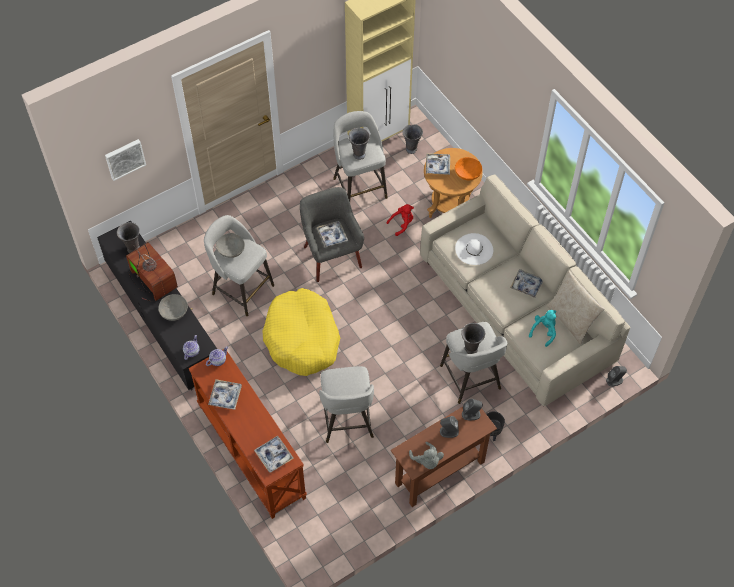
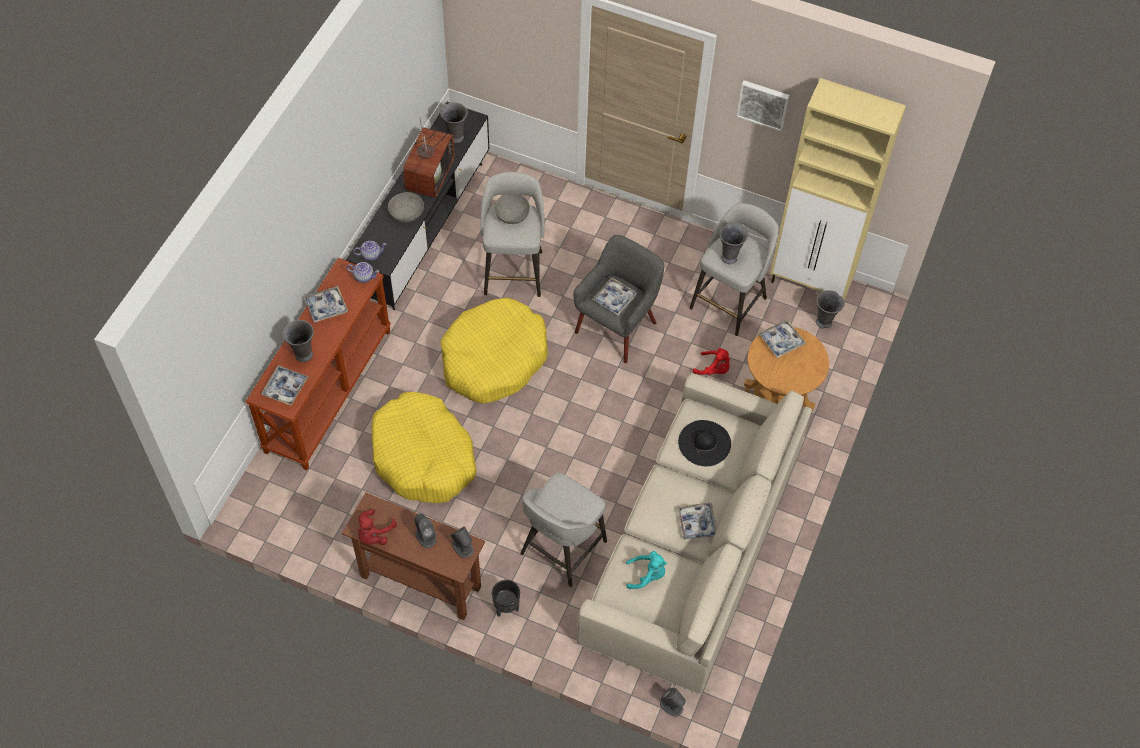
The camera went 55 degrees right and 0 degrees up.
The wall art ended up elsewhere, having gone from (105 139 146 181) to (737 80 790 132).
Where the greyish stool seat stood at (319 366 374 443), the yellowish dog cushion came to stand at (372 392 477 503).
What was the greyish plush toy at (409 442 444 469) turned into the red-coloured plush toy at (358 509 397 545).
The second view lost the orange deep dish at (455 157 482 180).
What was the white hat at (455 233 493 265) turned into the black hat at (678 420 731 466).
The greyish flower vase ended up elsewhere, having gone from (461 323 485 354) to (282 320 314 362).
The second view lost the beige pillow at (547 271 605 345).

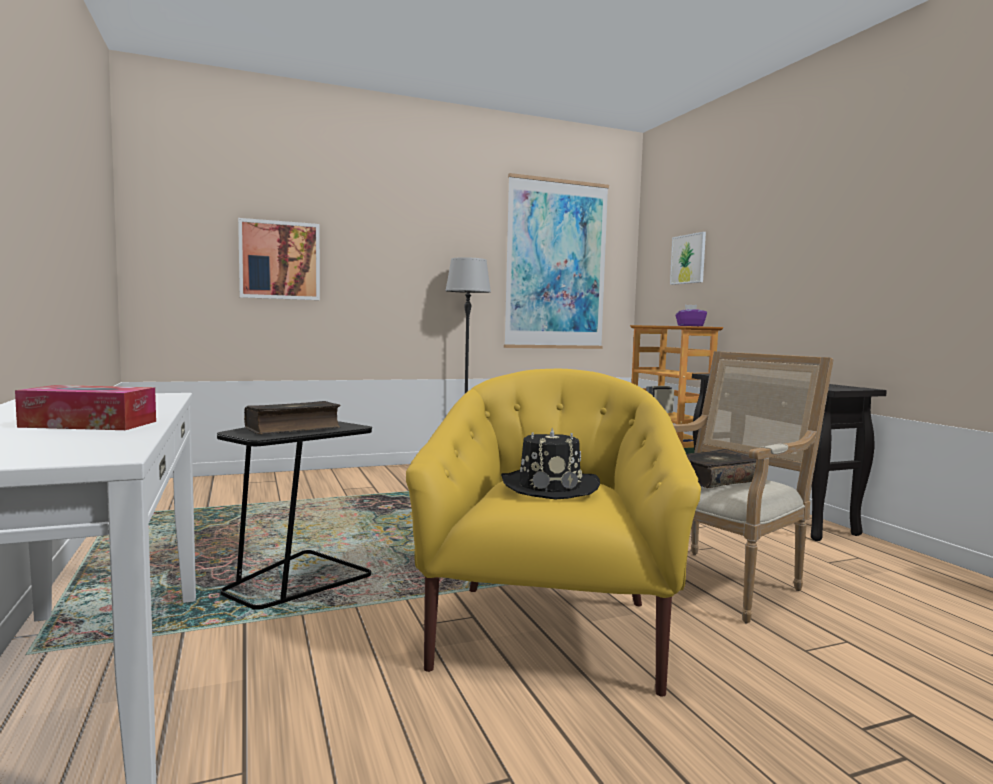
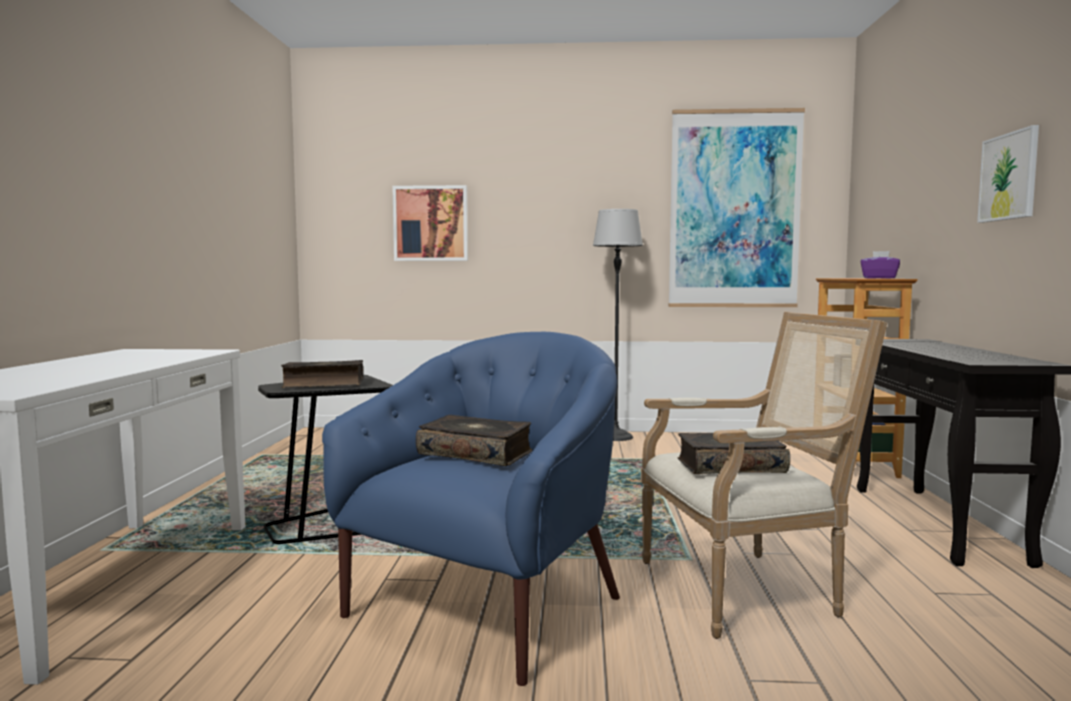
The camera went 25 degrees right and 0 degrees up.
The second view lost the box of tissues at (15 385 156 430).
What was the yellowish lounge chair at (406 369 701 696) turned into the bluish lounge chair at (322 332 620 686).
Where the black hat stood at (501 428 600 500), the volume came to stand at (416 415 532 466).
The wall art ended up elsewhere, having gone from (670 232 706 285) to (977 125 1039 223).

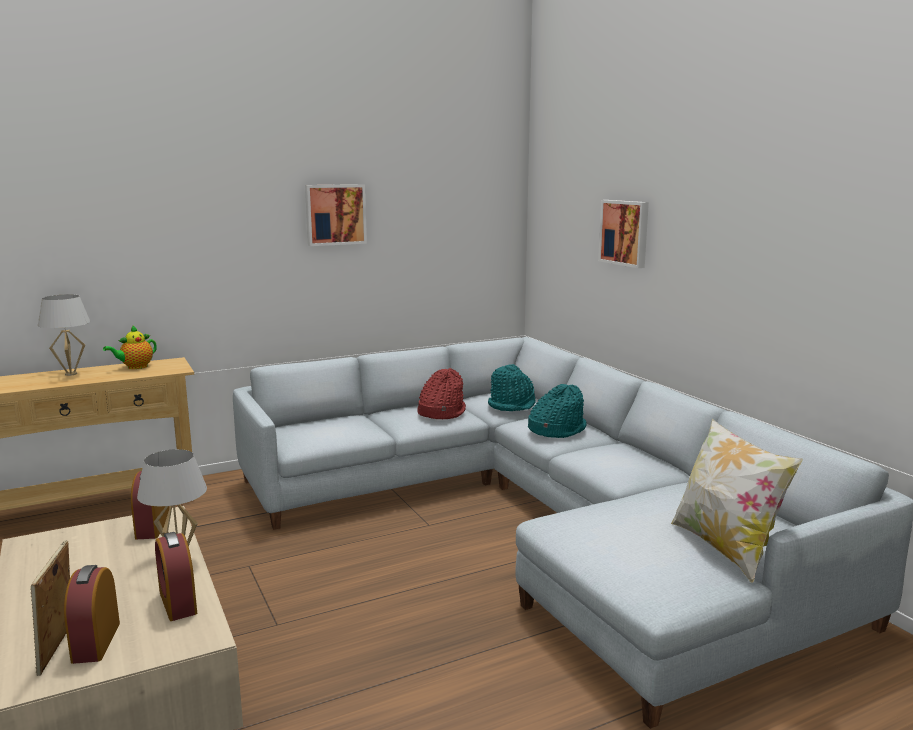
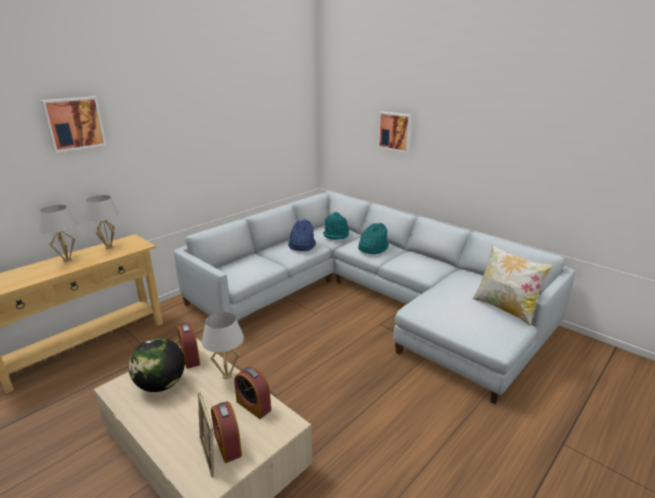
The camera went 20 degrees left and 10 degrees up.
Where the teapot stood at (103 325 157 369), the white tabletop lamp came to stand at (85 195 119 249).
The wall art ended up elsewhere, having gone from (305 184 367 246) to (40 96 107 153).
What was the red-coloured hat at (417 368 466 419) turned into the bluish hat at (288 219 316 251).
The second view gained the desk globe at (129 338 185 392).

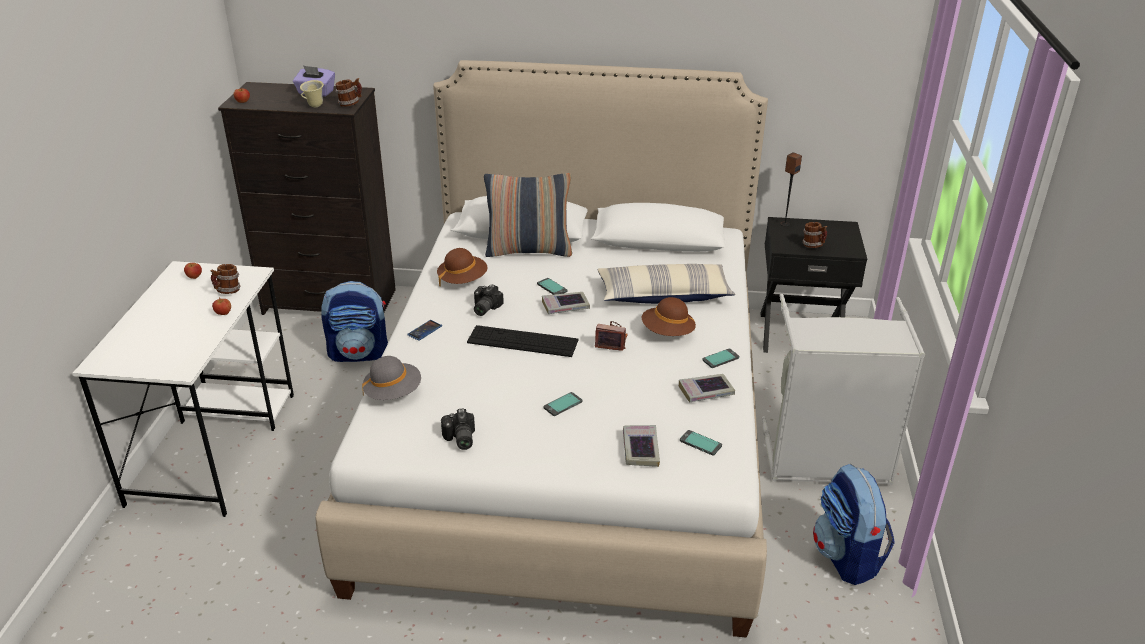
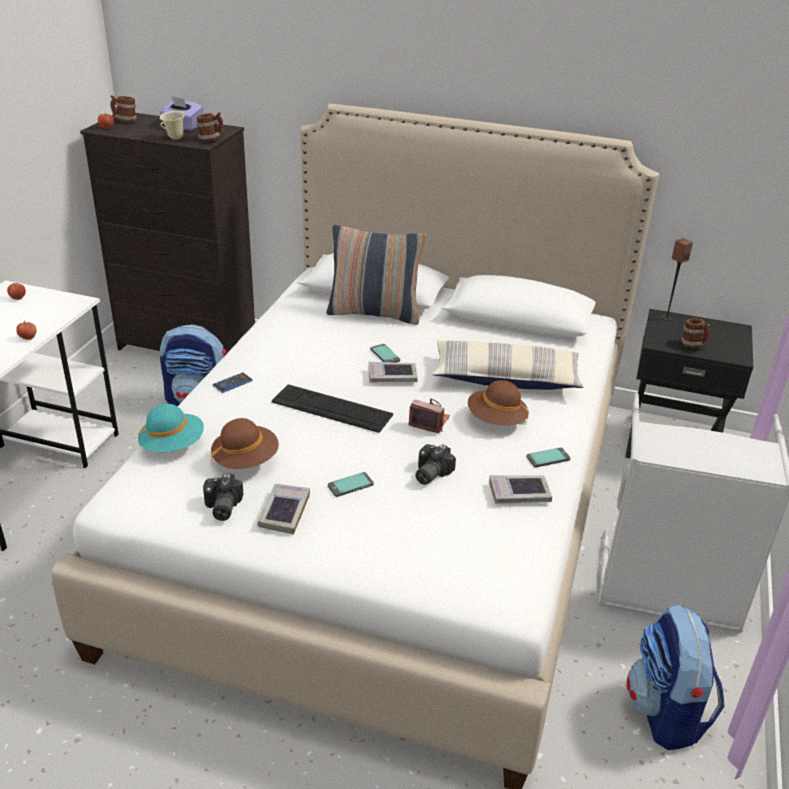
The camera went 10 degrees right and 0 degrees up.
The coffee mug ended up elsewhere, having gone from (210 264 241 294) to (110 95 137 122).
What was the greyish hat at (362 356 421 400) turned into the blue-green hat at (138 404 204 452).
The brown hat ended up elsewhere, having gone from (437 248 488 286) to (211 418 279 469).
The photo camera ended up elsewhere, having gone from (474 284 504 316) to (416 444 456 485).
The volume ended up elsewhere, having gone from (623 425 660 467) to (257 484 310 535).
The second view lost the phone at (680 430 722 456).

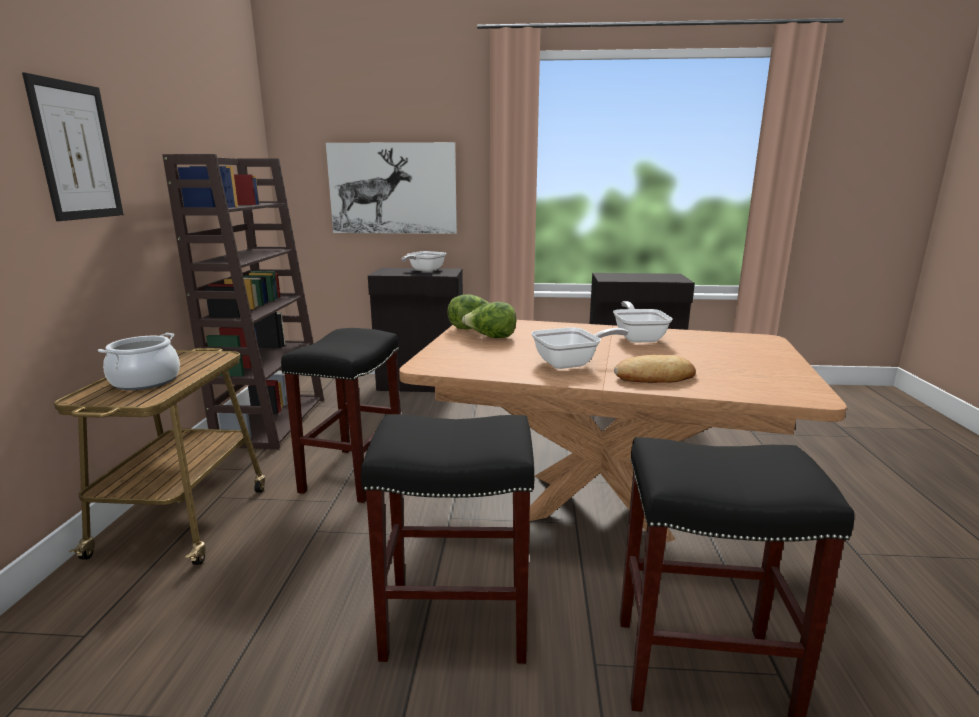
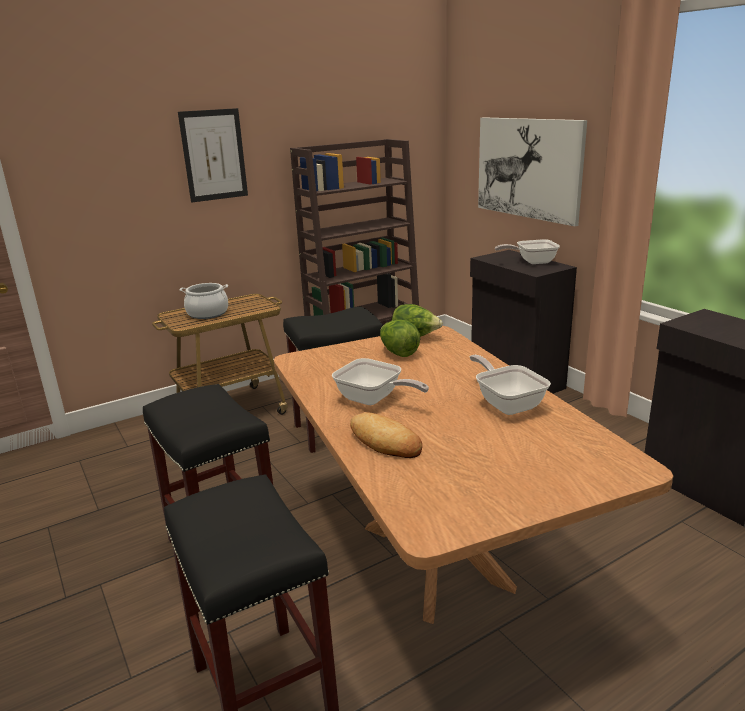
The camera went 55 degrees right and 5 degrees up.
The frying pan at (613 301 673 343) ended up facing another way, 75 degrees counterclockwise from before.

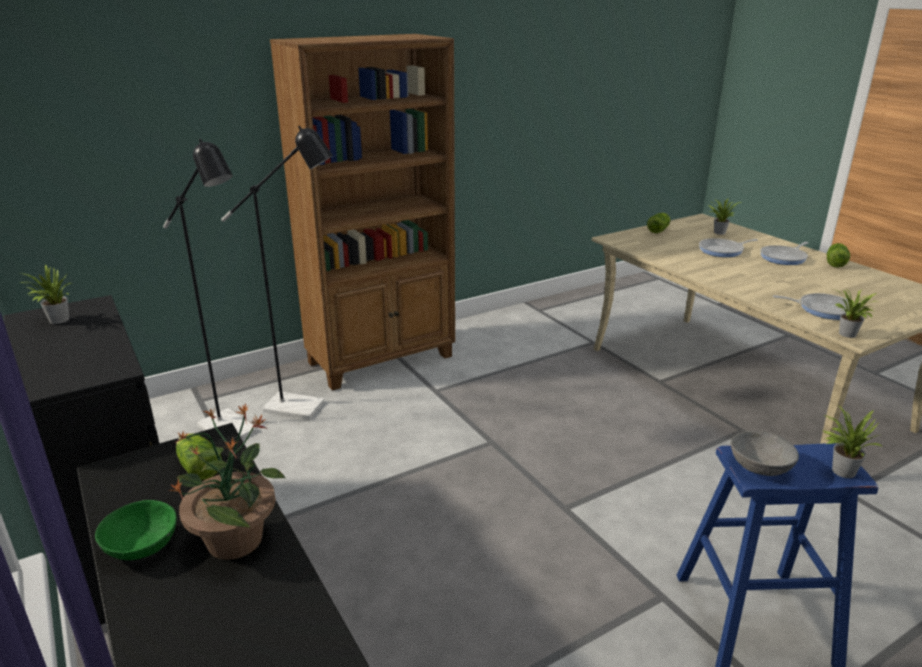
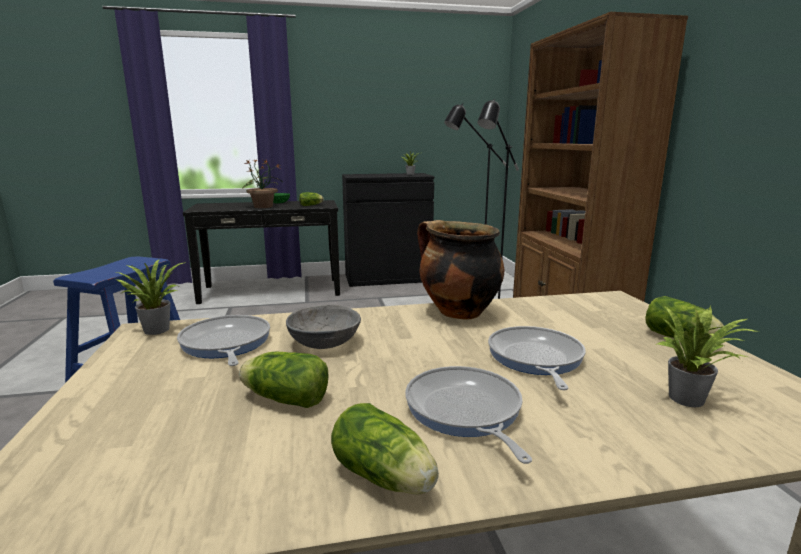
The camera went 110 degrees right and 10 degrees down.
The greyish deep dish ended up elsewhere, having gone from (730 431 799 476) to (286 305 361 349).
The frying pan at (773 293 849 320) ended up facing another way, 120 degrees clockwise from before.
The second view lost the houseplant at (821 405 881 478).
The second view gained the head of lettuce at (239 352 329 408).
The second view gained the stockpot at (417 220 504 320).

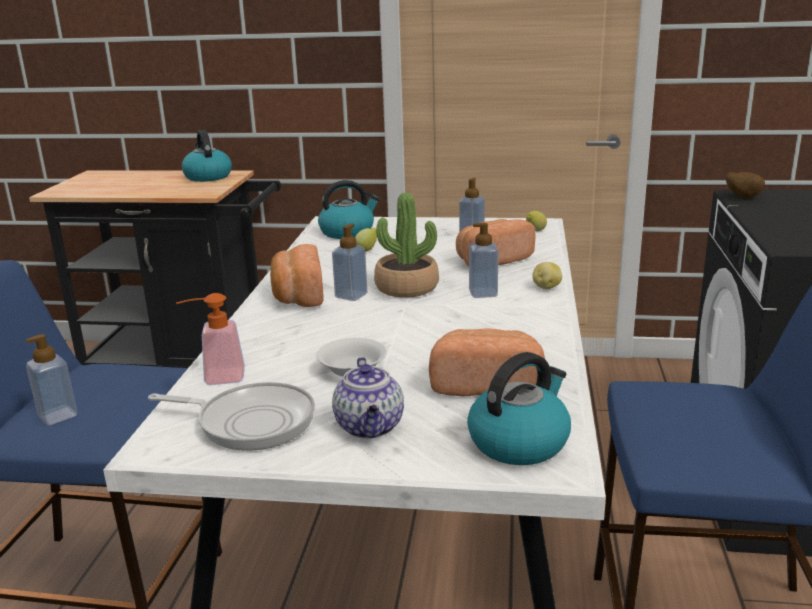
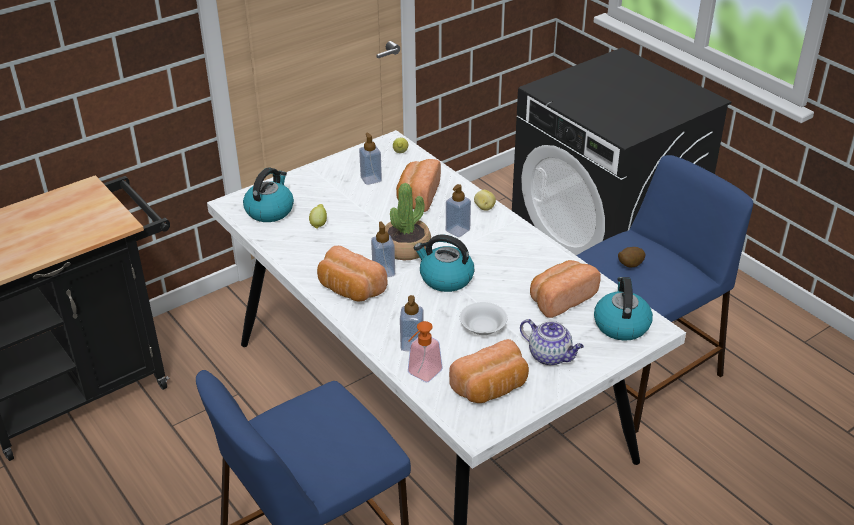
The camera went 45 degrees left and 15 degrees up.
The liquid soap bottle ended up elsewhere, having gone from (26 334 77 425) to (400 295 424 351).
Where the frying pan stood at (148 382 315 451), the bread came to stand at (449 339 529 403).
The kettle ended up elsewhere, having gone from (182 130 232 182) to (414 234 475 292).
The potato ended up elsewhere, having gone from (726 172 765 198) to (618 247 646 267).

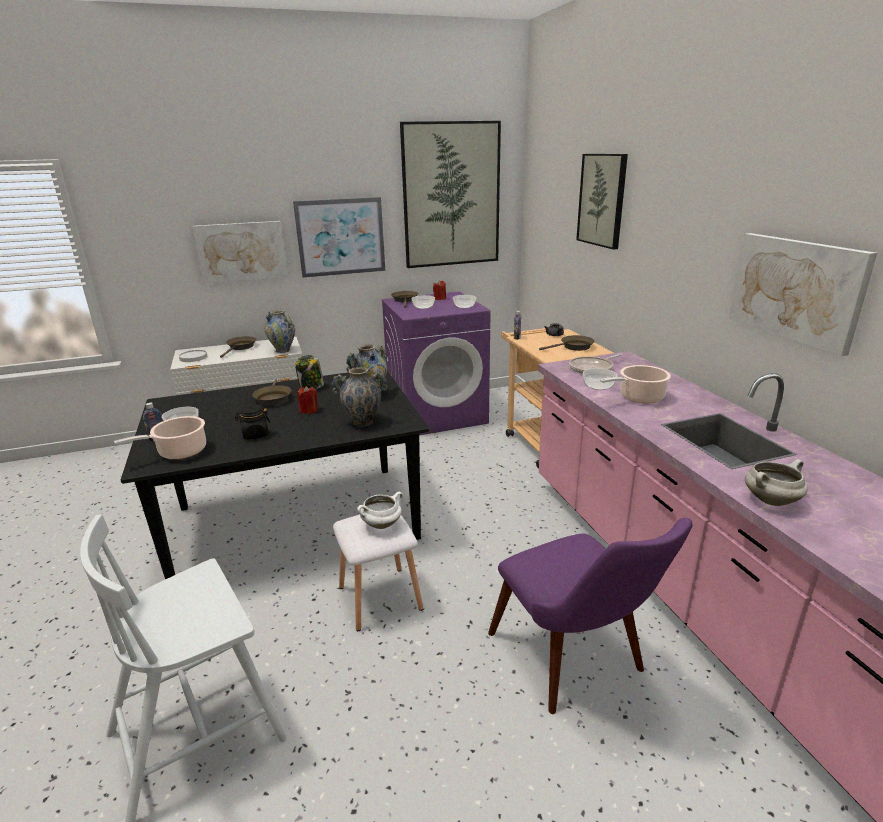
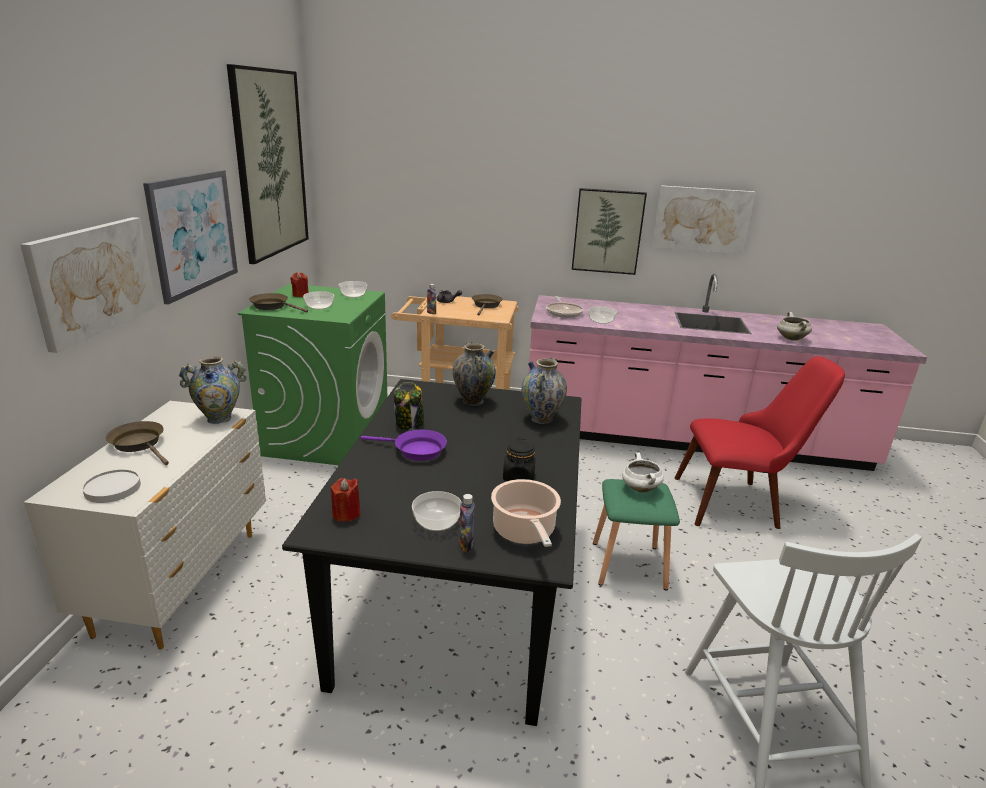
The camera went 65 degrees left and 0 degrees up.
What was the brown frying pan at (252 379 292 406) turned into the purplish frying pan at (361 430 447 461).
The red-coloured wax light ended up elsewhere, having gone from (297 386 318 414) to (331 478 361 522).
What was the white stool seat at (333 515 423 631) turned into the green-coloured stool seat at (593 479 680 591).
What was the purplish laundry machine at (381 291 491 435) turned into the green-coloured laundry machine at (238 284 387 465).
What was the purplish upright chair at (488 517 693 714) turned into the red-coloured upright chair at (675 356 845 529).
The wall art ended up elsewhere, having gone from (576 154 628 250) to (572 188 647 275).
The second view lost the stockpot at (600 365 671 403).

